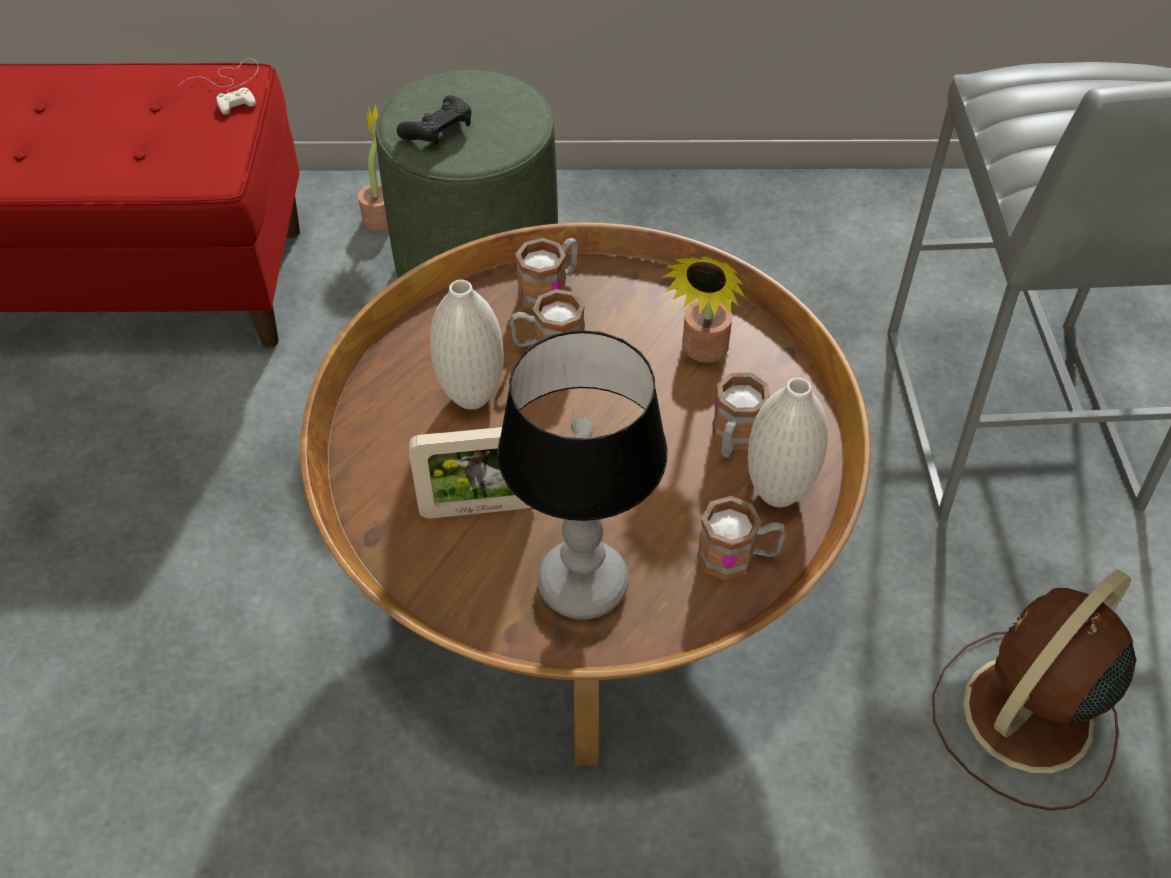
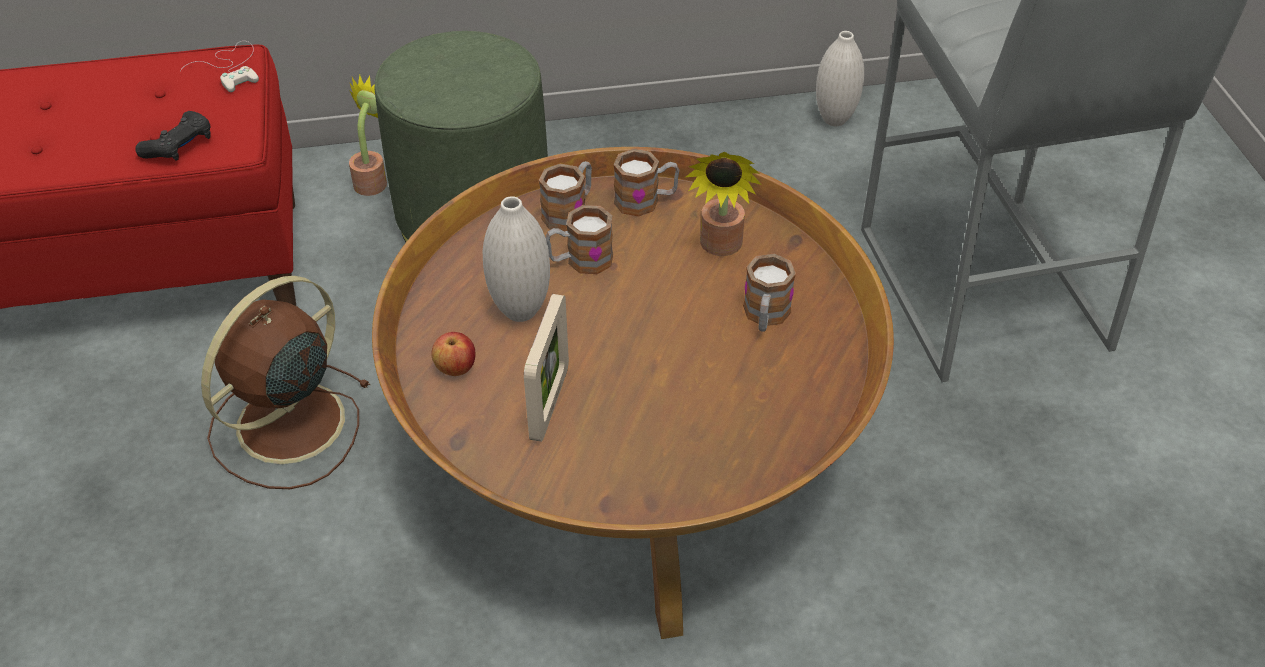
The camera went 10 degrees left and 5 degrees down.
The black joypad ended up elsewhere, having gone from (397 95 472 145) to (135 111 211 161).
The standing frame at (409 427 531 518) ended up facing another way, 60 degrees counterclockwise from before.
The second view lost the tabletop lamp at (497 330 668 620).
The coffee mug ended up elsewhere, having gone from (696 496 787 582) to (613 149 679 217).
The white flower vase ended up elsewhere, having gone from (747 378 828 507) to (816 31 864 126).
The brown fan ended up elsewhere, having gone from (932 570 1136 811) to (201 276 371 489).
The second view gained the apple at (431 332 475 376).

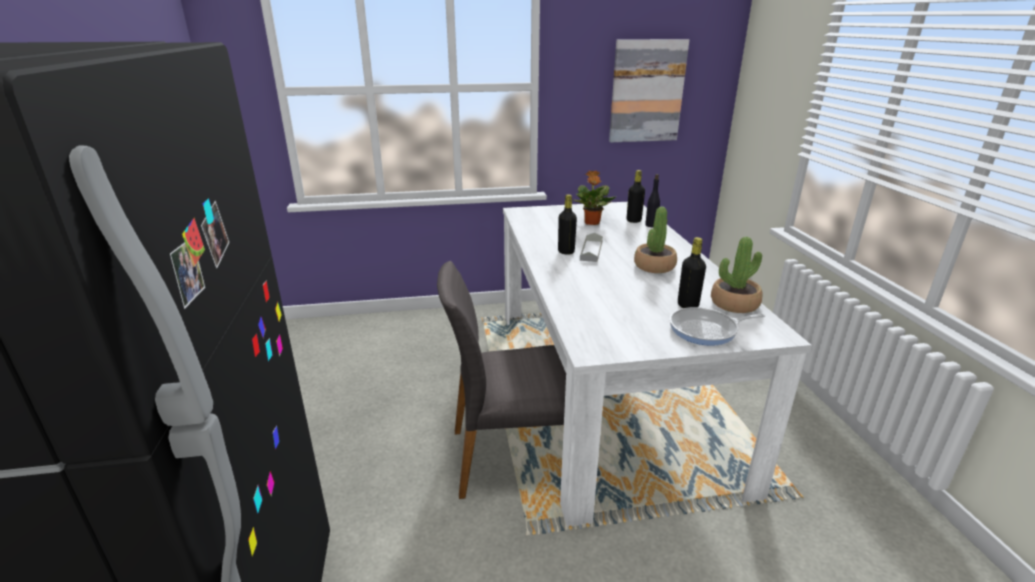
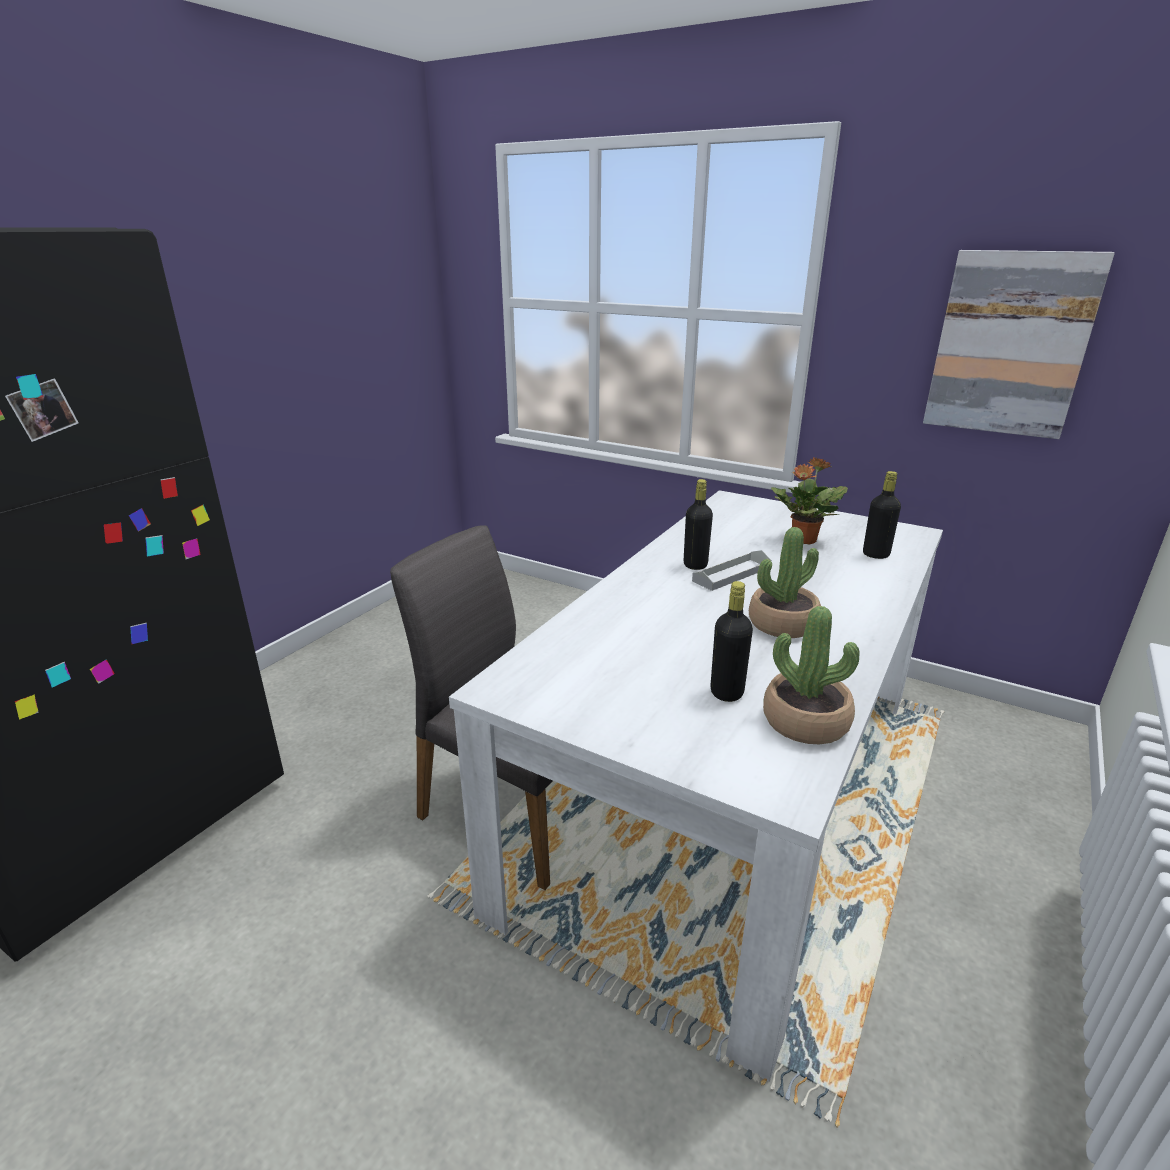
The camera went 40 degrees right and 0 degrees up.
The second view lost the black bottle at (645 174 660 227).
The second view lost the frying pan at (670 307 765 346).

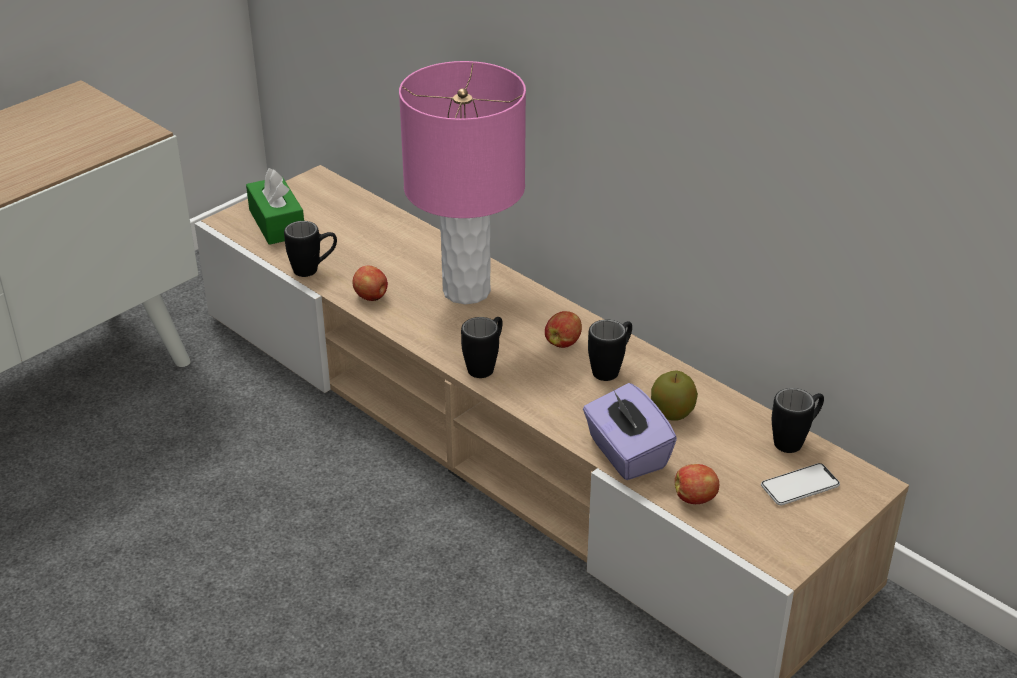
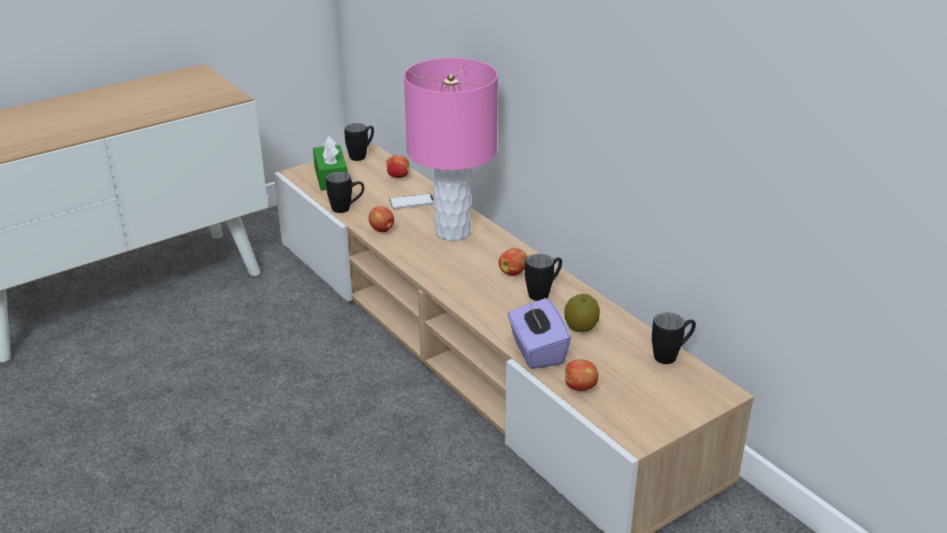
The camera went 10 degrees right and 5 degrees down.
The black coffee mug ended up elsewhere, having gone from (461 317 503 378) to (344 123 374 161).
The phone ended up elsewhere, having gone from (761 463 840 505) to (389 193 434 209).
The second view gained the apple at (386 155 410 178).

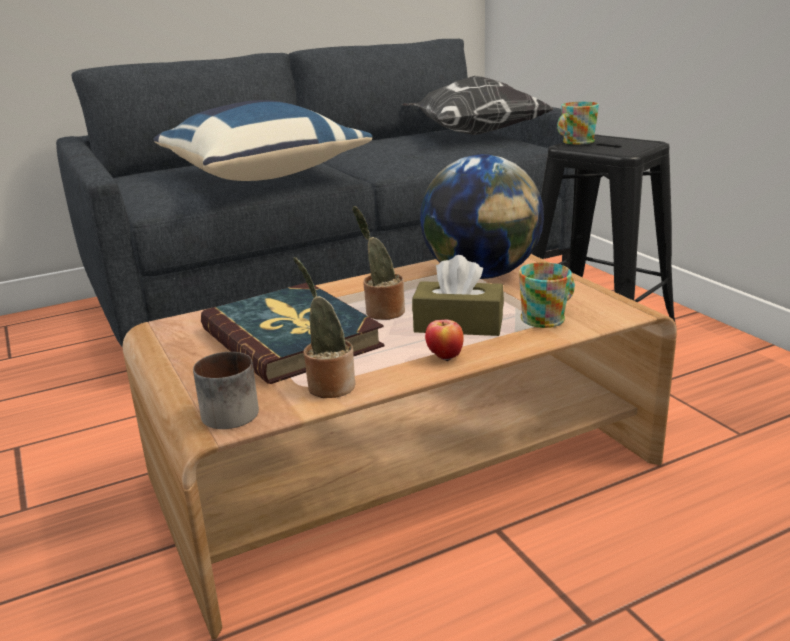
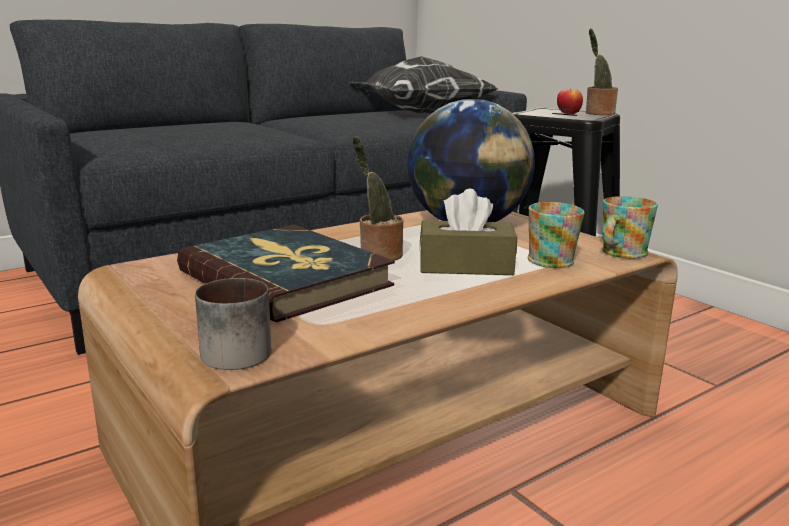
The camera went 10 degrees left and 5 degrees down.
The second view lost the bluish pillow at (153 100 372 181).
The houseplant ended up elsewhere, having gone from (293 257 356 398) to (586 28 618 115).
The apple ended up elsewhere, having gone from (425 319 464 361) to (557 88 583 116).
The coffee mug ended up elsewhere, having gone from (557 102 599 144) to (602 196 658 258).

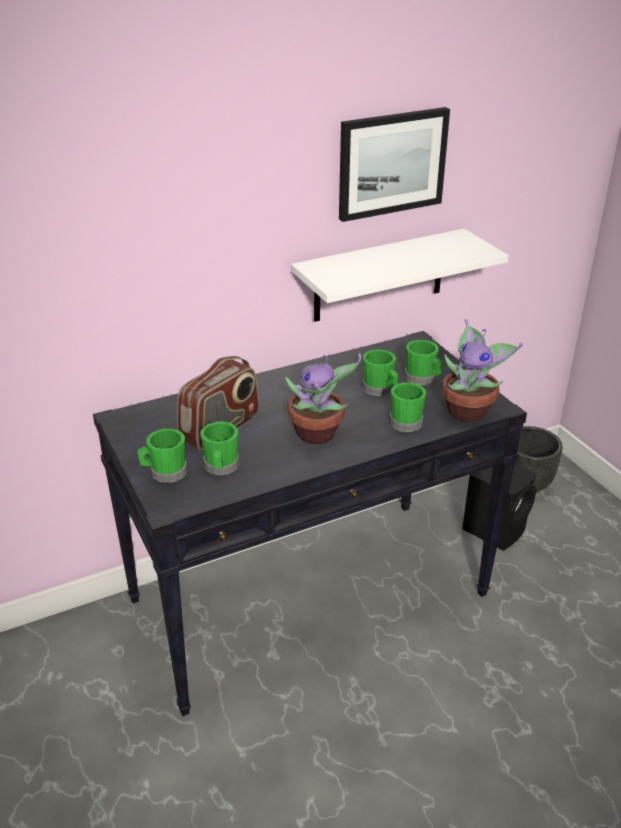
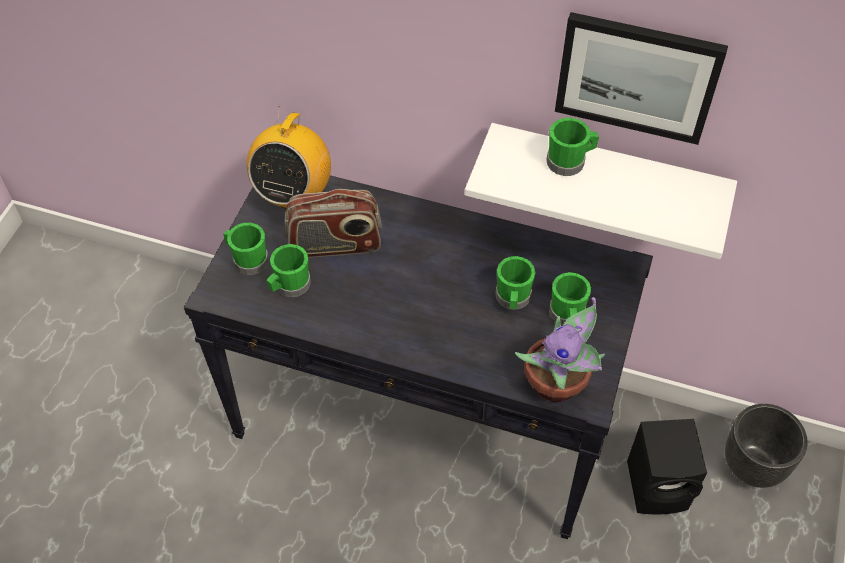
The camera went 45 degrees right and 20 degrees up.
The second view lost the houseplant at (286 353 362 444).
The green-coloured coffee mug ended up elsewhere, having gone from (390 382 426 432) to (546 118 599 176).
The second view gained the radio receiver at (247 106 331 209).

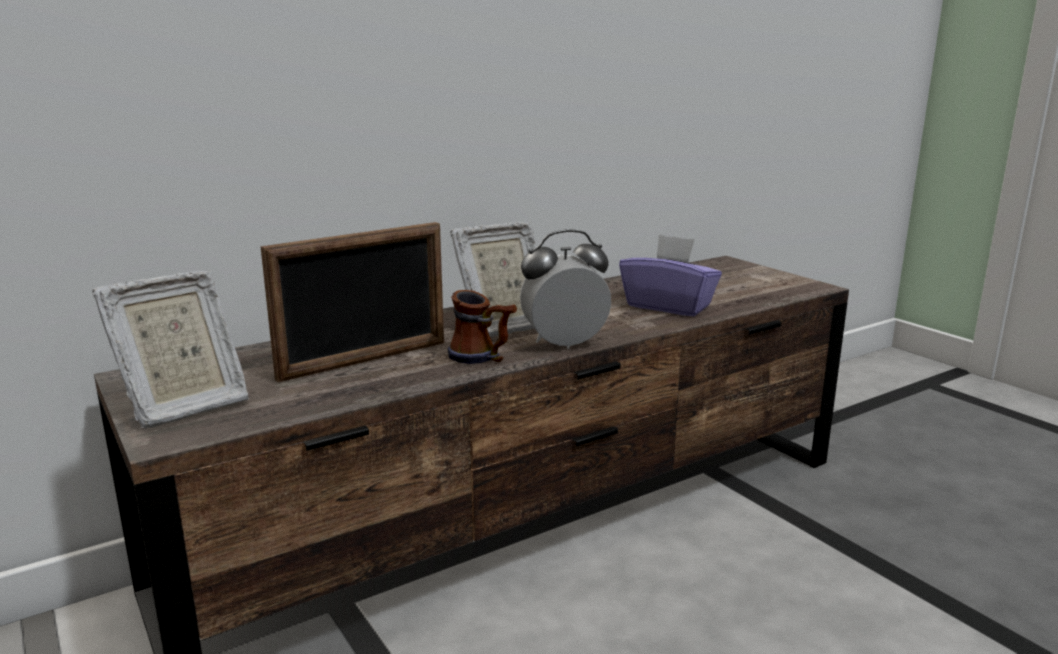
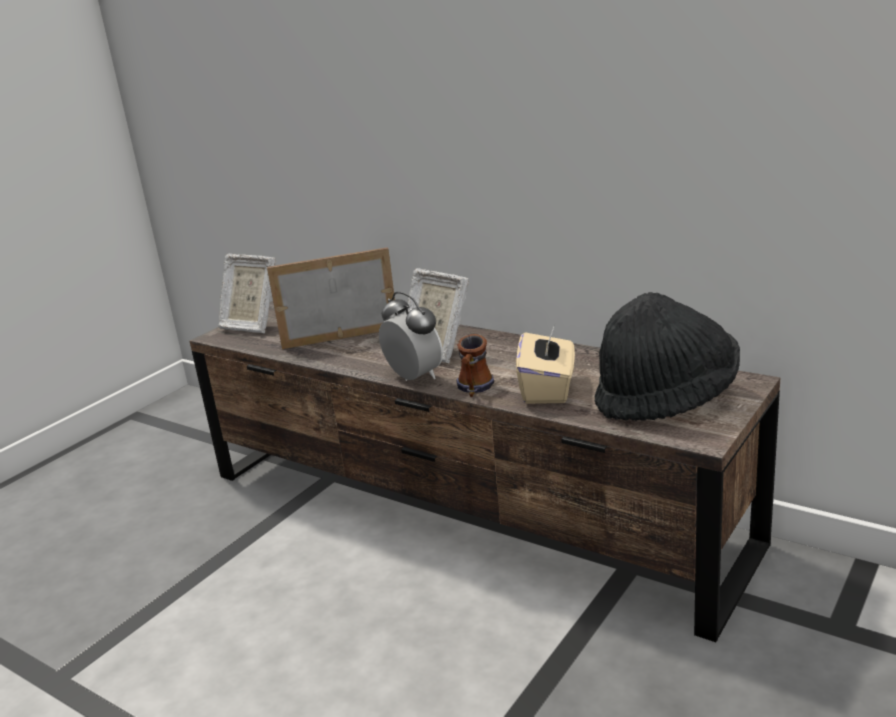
The camera went 70 degrees right and 5 degrees up.
The standing frame at (261 222 444 382) ended up facing another way, 135 degrees clockwise from before.
The coffee mug ended up elsewhere, having gone from (447 290 517 364) to (456 334 494 397).
What was the purplish box of tissues at (619 234 722 316) turned into the beige box of tissues at (516 322 575 404).
The second view gained the black hat at (595 292 740 421).

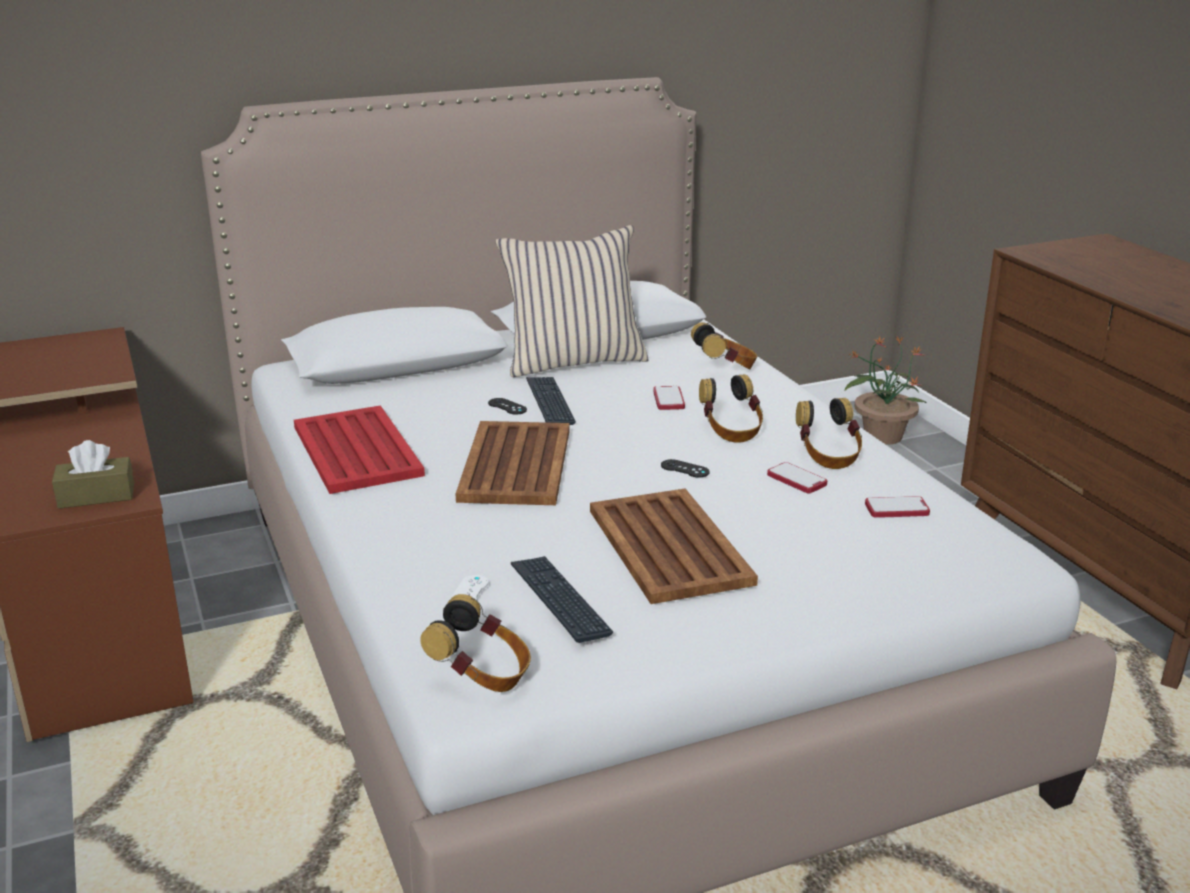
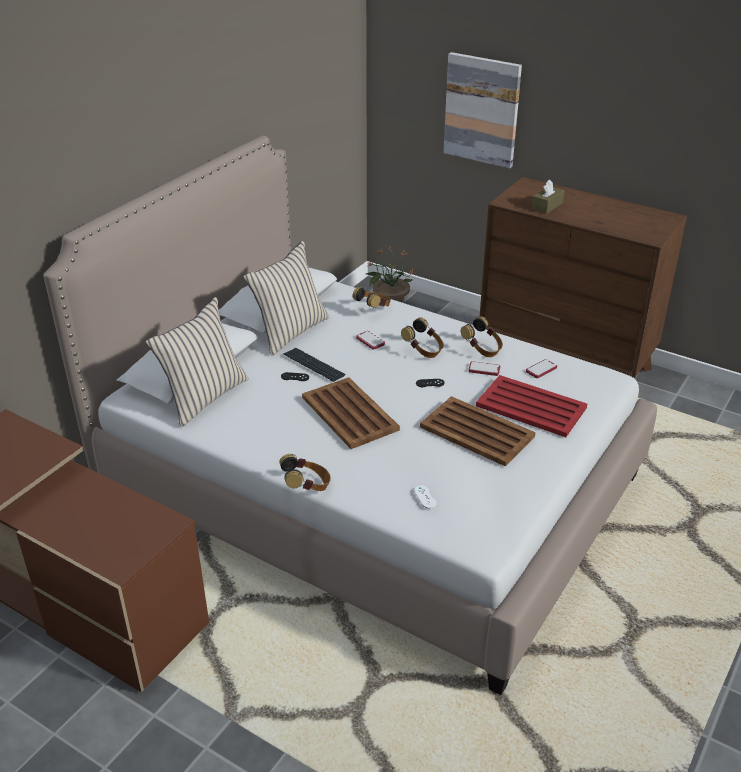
The camera went 35 degrees left and 10 degrees up.
The brown box of tissues ended up elsewhere, having gone from (52 440 134 509) to (532 179 565 214).
The red-coloured tray ended up elsewhere, having gone from (294 405 425 494) to (476 375 587 437).
The pair of headphones ended up elsewhere, having gone from (420 594 531 692) to (279 454 331 491).
The second view lost the computer keyboard at (511 556 613 643).
The second view gained the beige pillow at (145 297 248 427).
The second view gained the wall art at (444 52 522 168).

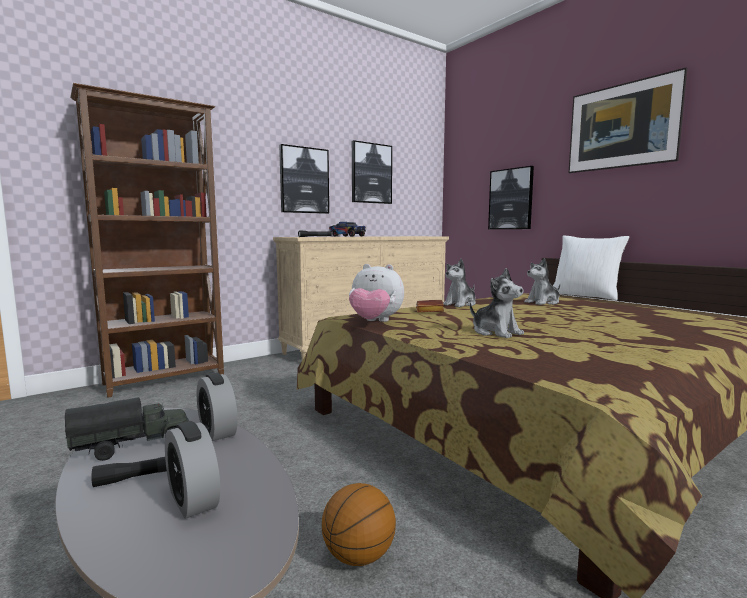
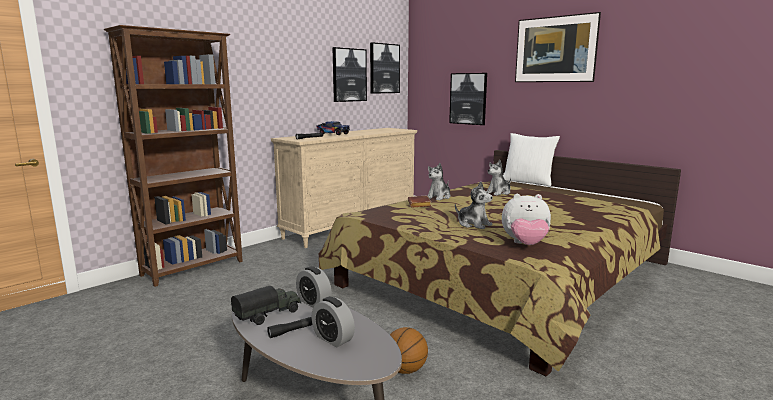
The camera went 10 degrees left and 5 degrees up.
The wall art ended up elsewhere, having gone from (279 144 329 214) to (370 42 400 94).
The plush toy ended up elsewhere, having gone from (349 264 404 322) to (502 194 551 245).

